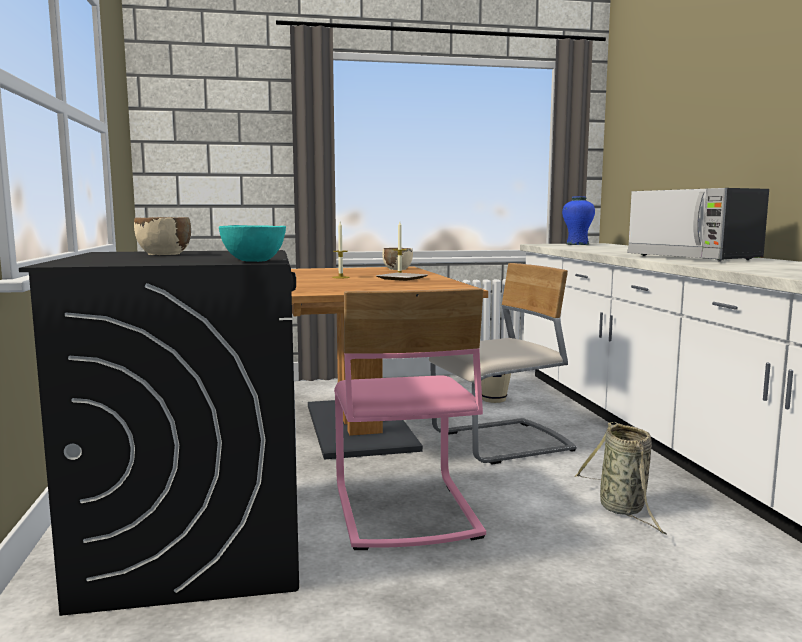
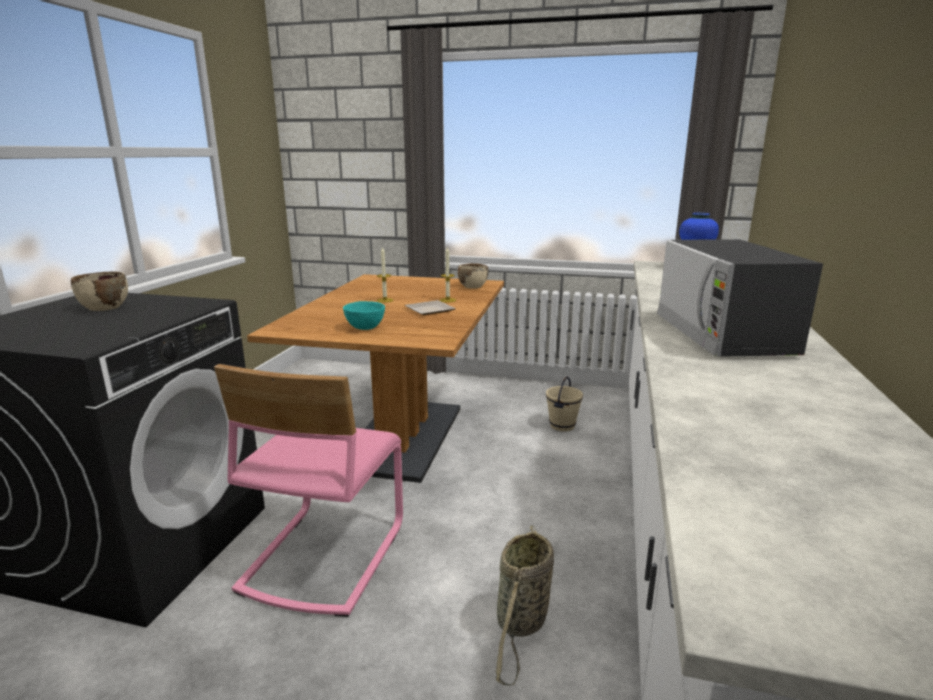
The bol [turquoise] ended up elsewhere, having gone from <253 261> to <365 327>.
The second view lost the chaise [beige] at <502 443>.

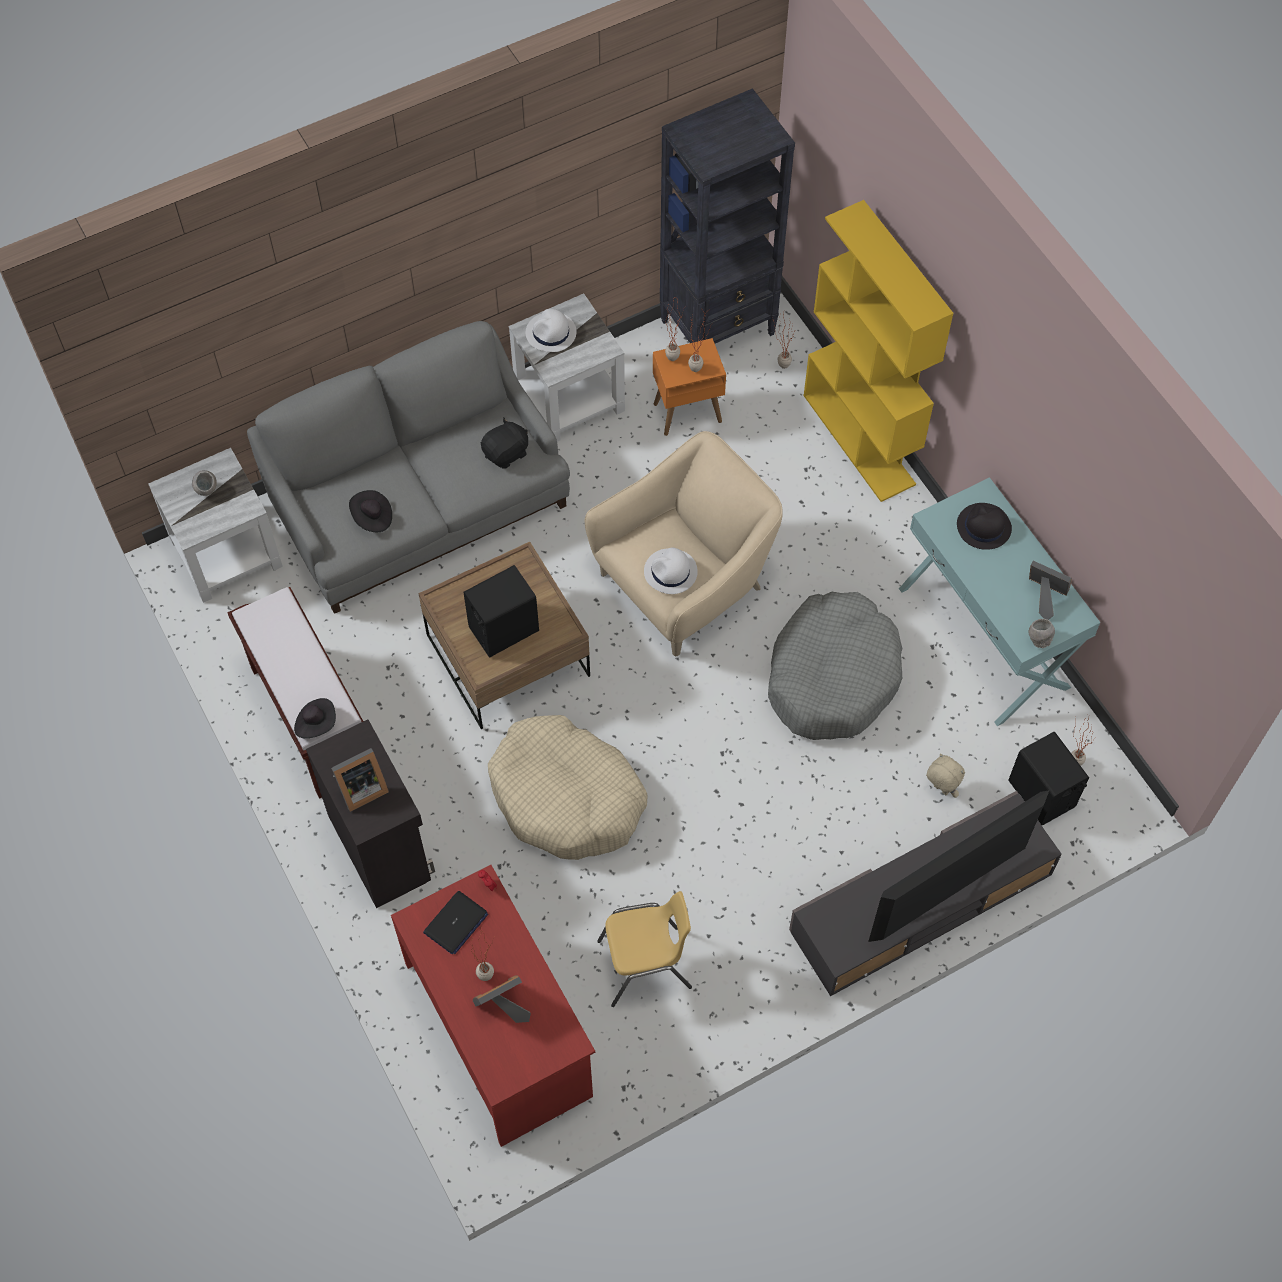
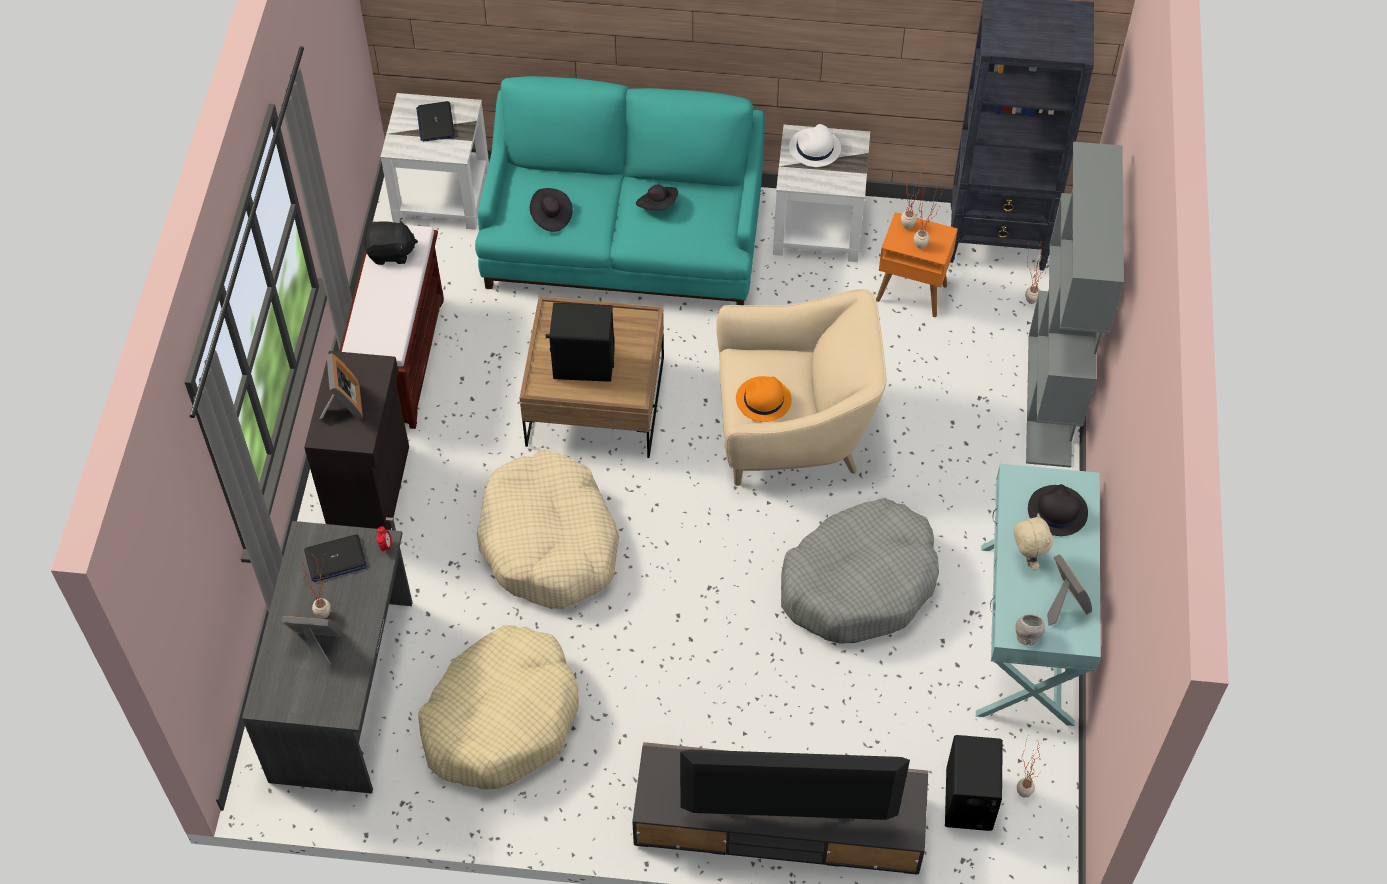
What was the bureau [rouge] at <500 1028> turned into the bureau [gris] at <345 690>.
The cadre photo at <360 789> ended up facing another way, 105 degrees counterclockwise from before.
The peluche [noir] ended up elsewhere, having gone from <506 453> to <391 253>.
Where the bol [gris] stood at <207 491>, the ordinateur portable came to stand at <435 122>.
Where the chaise [jaune] stood at <646 965>, the panier pour chien [beige] came to stand at <501 718>.
What was the canapé [gris] at <420 503> turned into the canapé [turquoise] at <624 241>.
The chapeau [noir] ended up elsewhere, having gone from <316 724> to <657 205>.
What was the chapeau [blanc] at <670 572> turned into the chapeau [orange] at <763 400>.
The peluche [beige] ended up elsewhere, having gone from <940 790> to <1026 559>.
What was the bibliothèque [jaune] at <860 440> turned into the bibliothèque [gris] at <1050 400>.

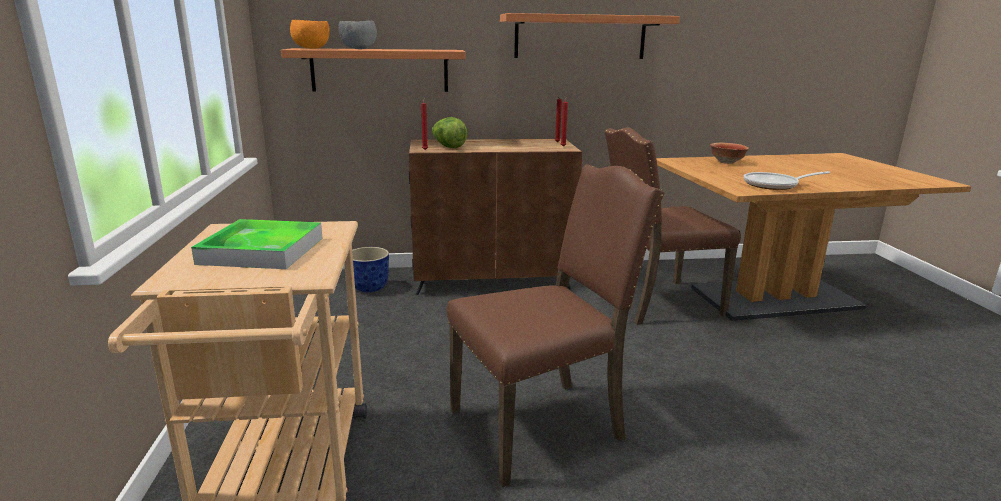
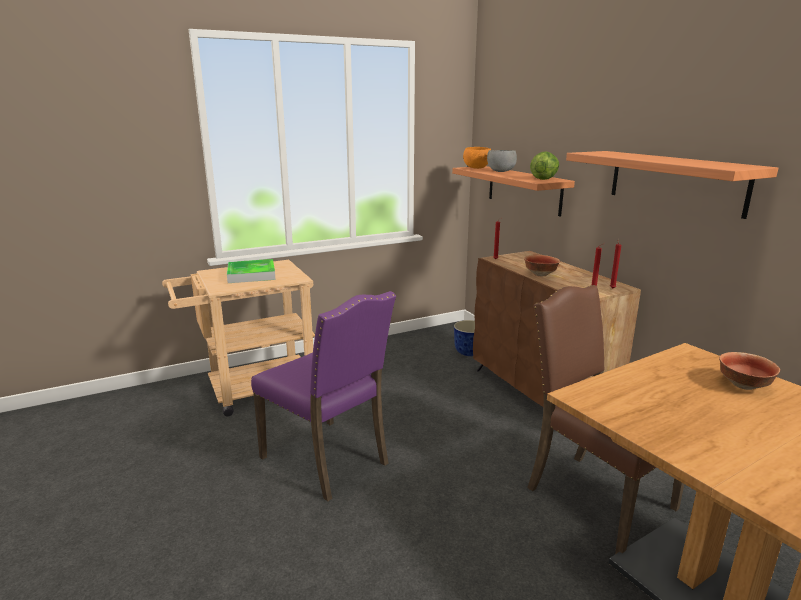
What was the chaise [marron] at <541 425> turned into the chaise [violet] at <328 460>.
The second view gained the bol at <540 274>.
The laitue ended up elsewhere, having gone from <448 147> to <544 179>.
The second view lost the poêle at <775 185>.

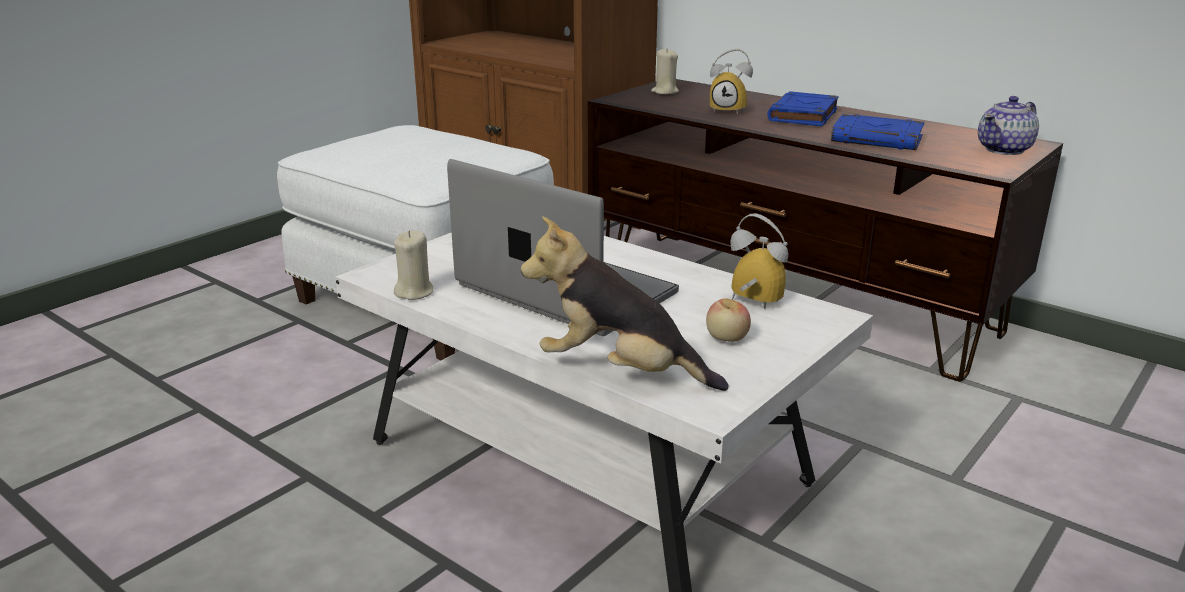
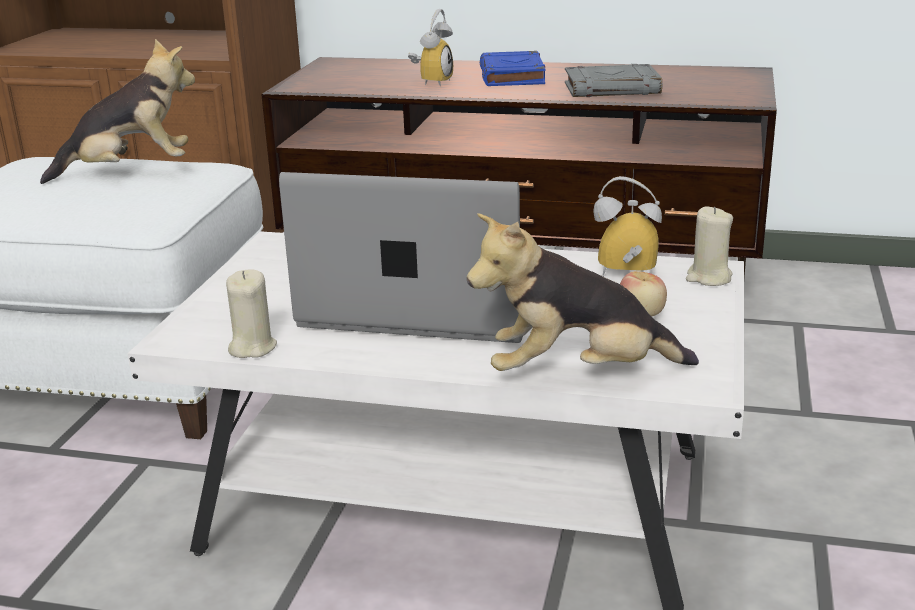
The second view gained the peluche at <130 171>.
The réveil at <729 110> ended up facing another way, 60 degrees counterclockwise from before.
What was the livre [bleu] at <878 139> turned into the livre [gris] at <613 89>.
The bougie [beige] ended up elsewhere, having gone from <665 92> to <708 278>.
The second view lost the théière at <1005 149>.

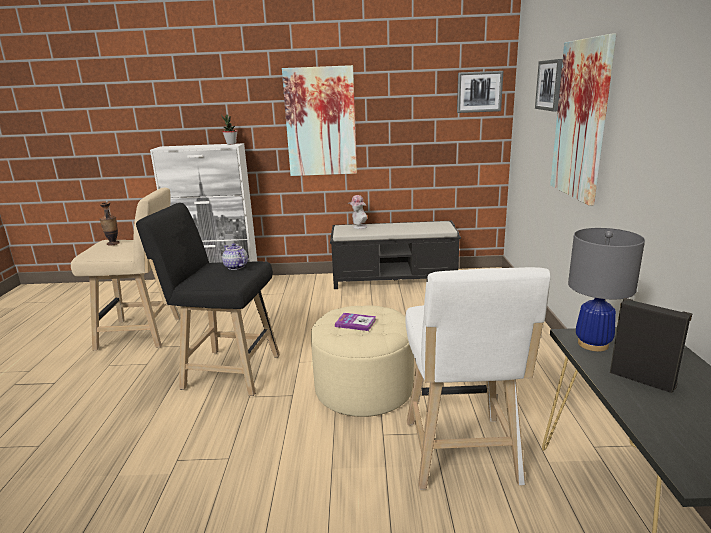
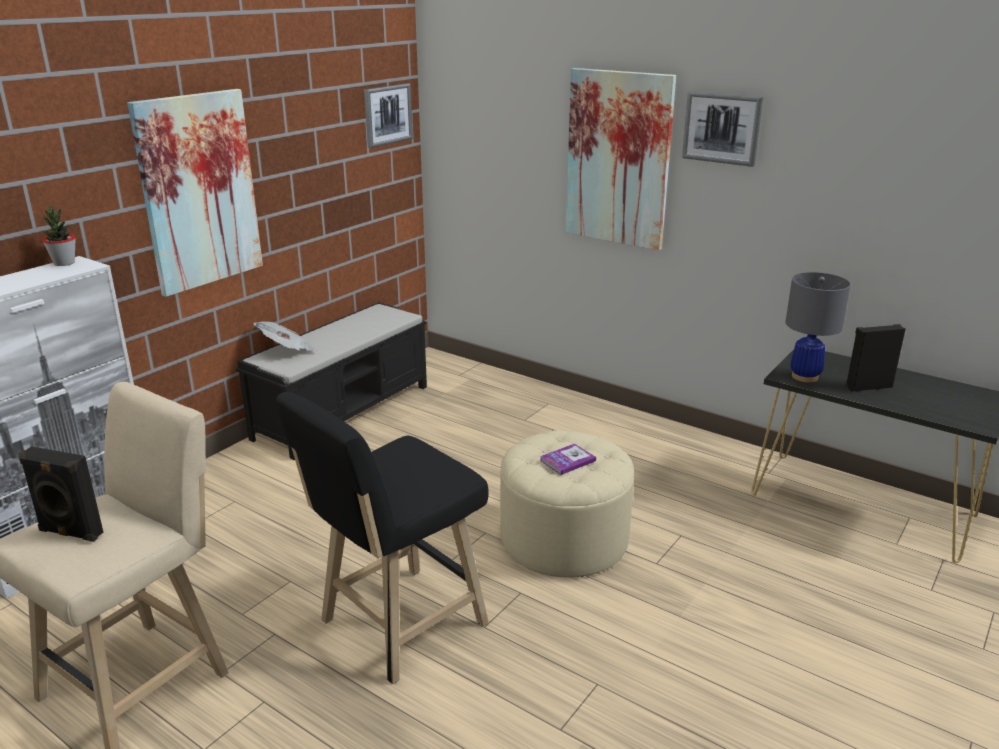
Where the vase stood at <113 243>, the enceinte [noir] came to stand at <70 533>.
Where the chapeau stood at <358 227>, the journal came to stand at <288 351>.
The tableau ended up elsewhere, having gone from <549 85> to <722 128>.
The second view lost the théière at <235 267>.
The second view lost the tabouret [blanc] at <462 456>.

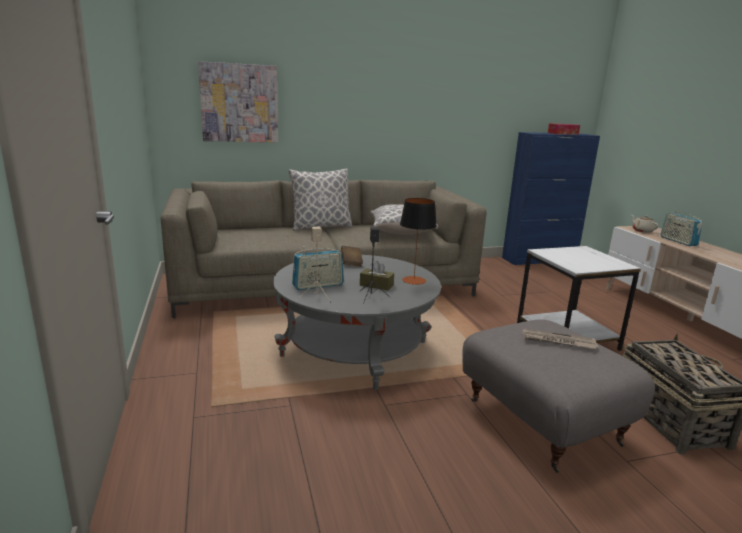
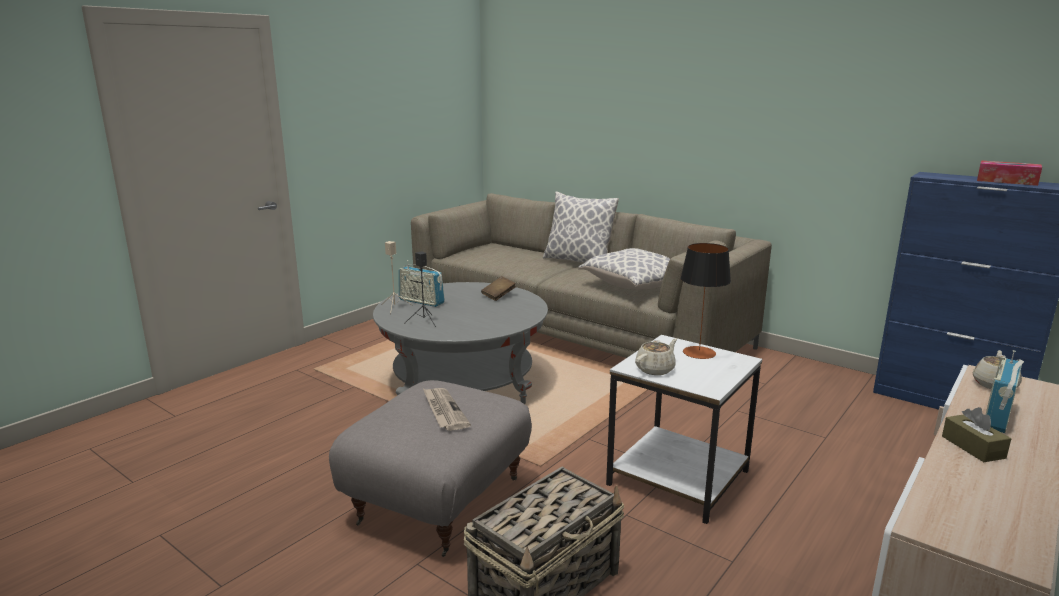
The second view gained the théière [beige] at <655 369>.
The lampe de table ended up elsewhere, having gone from <414 280> to <699 352>.
The boîte à mouchoirs [marron] ended up elsewhere, having gone from <376 285> to <973 447>.
The second view lost the tableau at <239 103>.

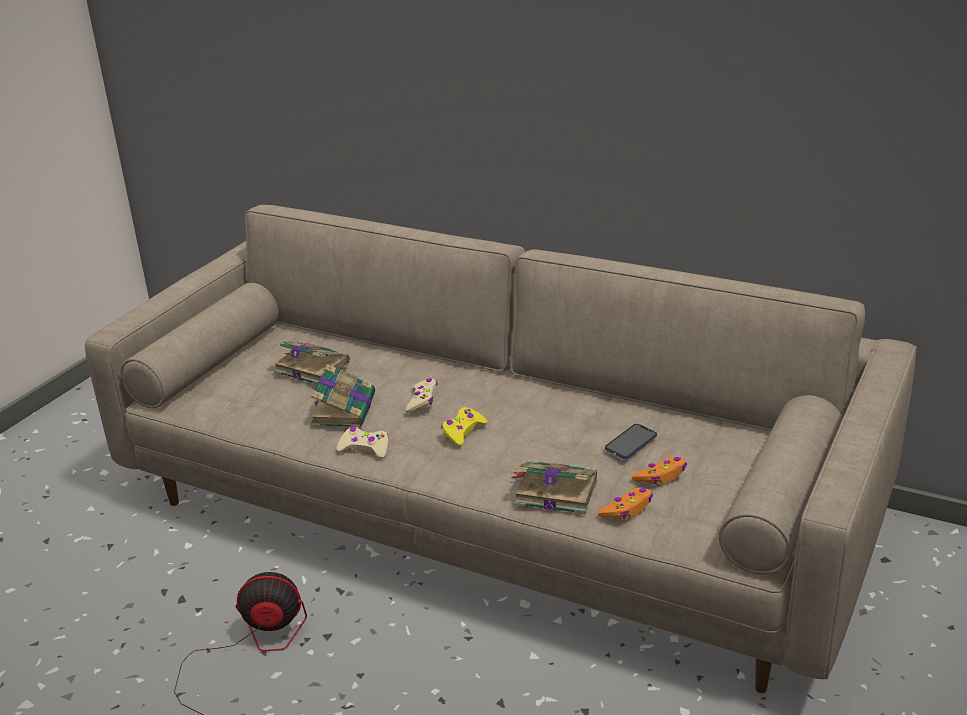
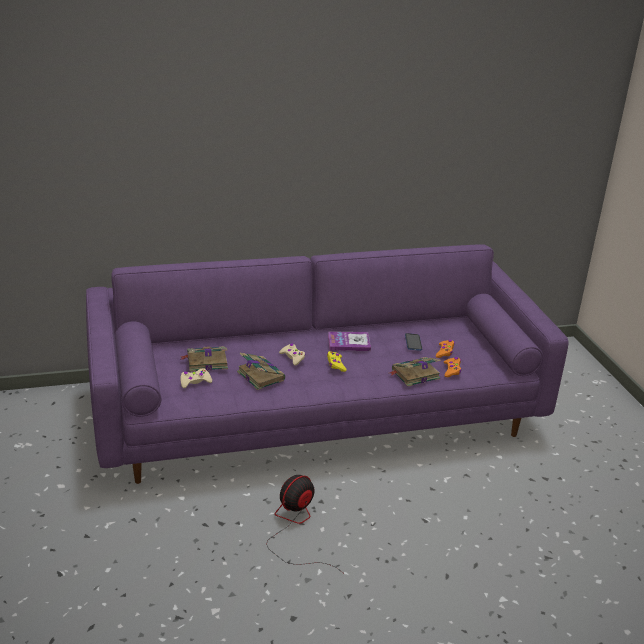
What was the canapé [beige] at <491 511> turned into the canapé [violet] at <316 413>.
The manette [beige] ended up elsewhere, having gone from <365 448> to <195 382>.
The second view gained the livre at <349 342>.

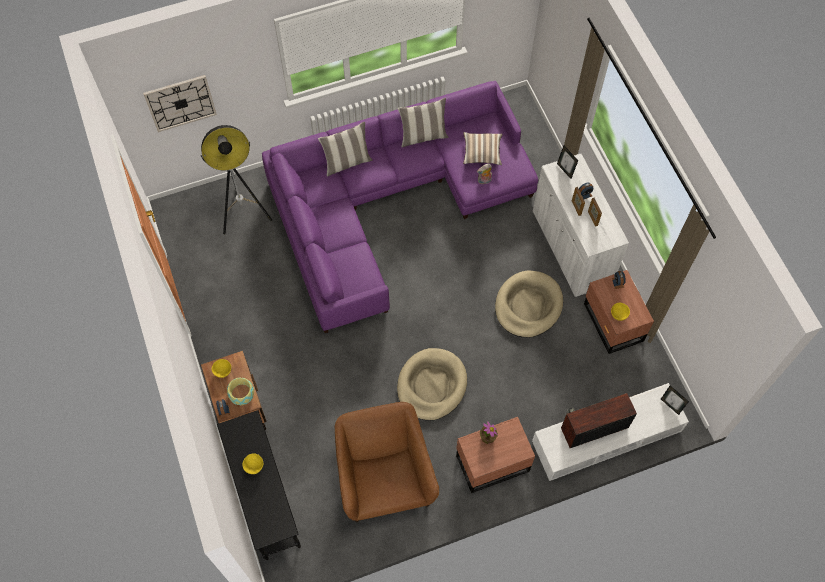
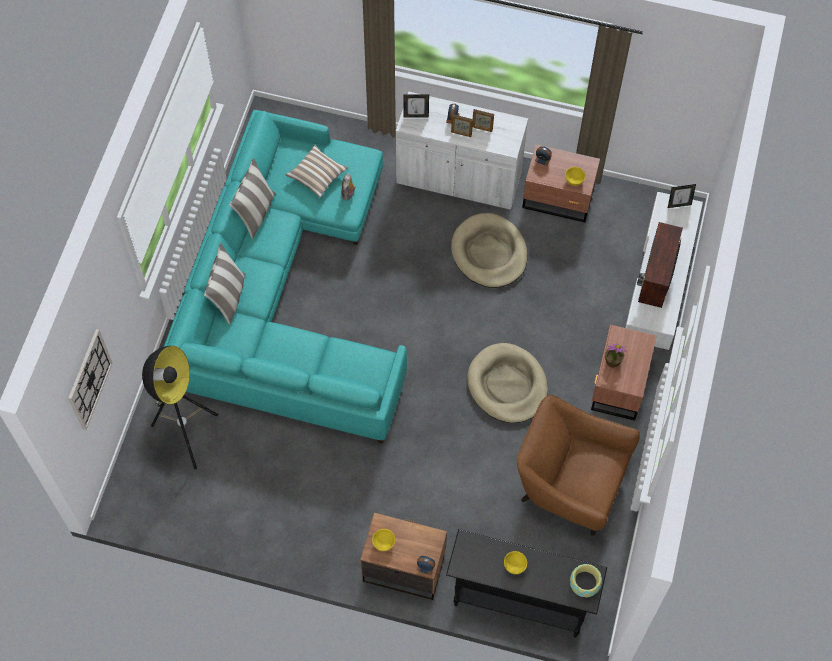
What was the canapé [violet] at <391 201> turned into the canapé [turquoise] at <285 294>.
The bol ended up elsewhere, having gone from <241 394> to <584 583>.

